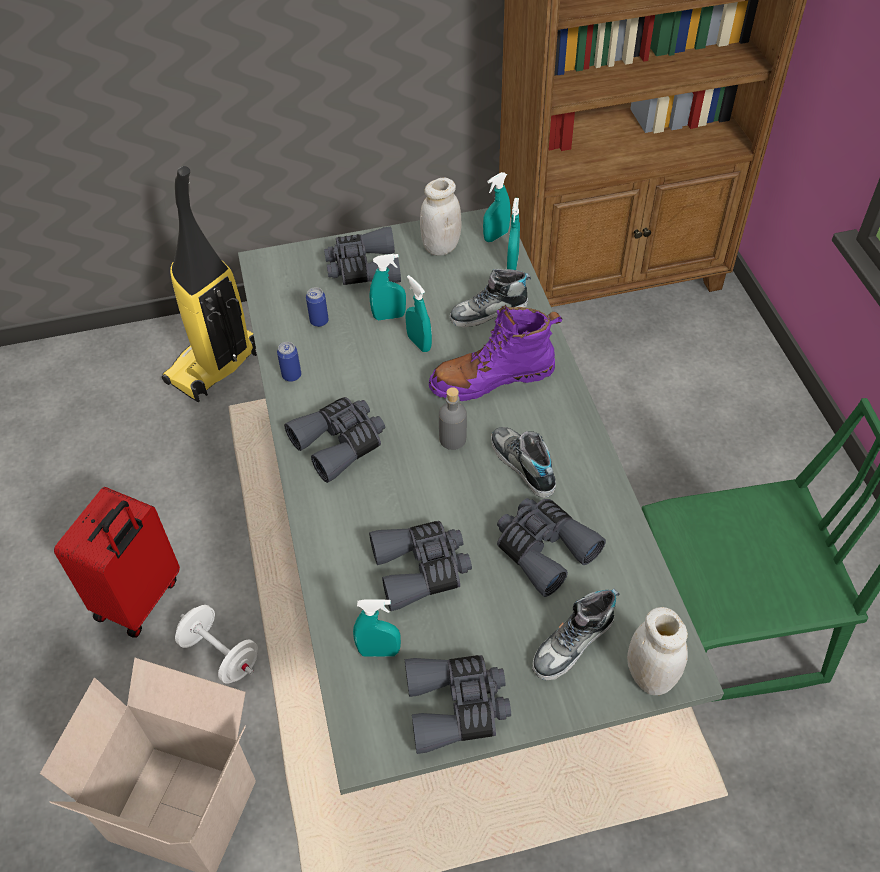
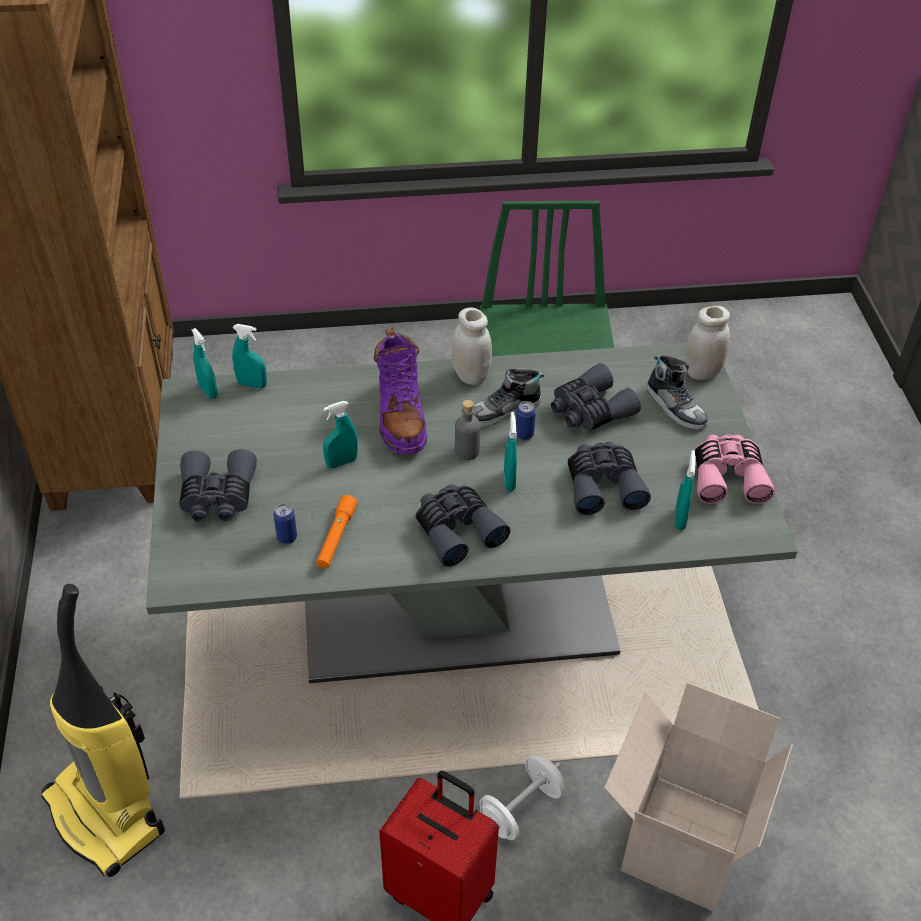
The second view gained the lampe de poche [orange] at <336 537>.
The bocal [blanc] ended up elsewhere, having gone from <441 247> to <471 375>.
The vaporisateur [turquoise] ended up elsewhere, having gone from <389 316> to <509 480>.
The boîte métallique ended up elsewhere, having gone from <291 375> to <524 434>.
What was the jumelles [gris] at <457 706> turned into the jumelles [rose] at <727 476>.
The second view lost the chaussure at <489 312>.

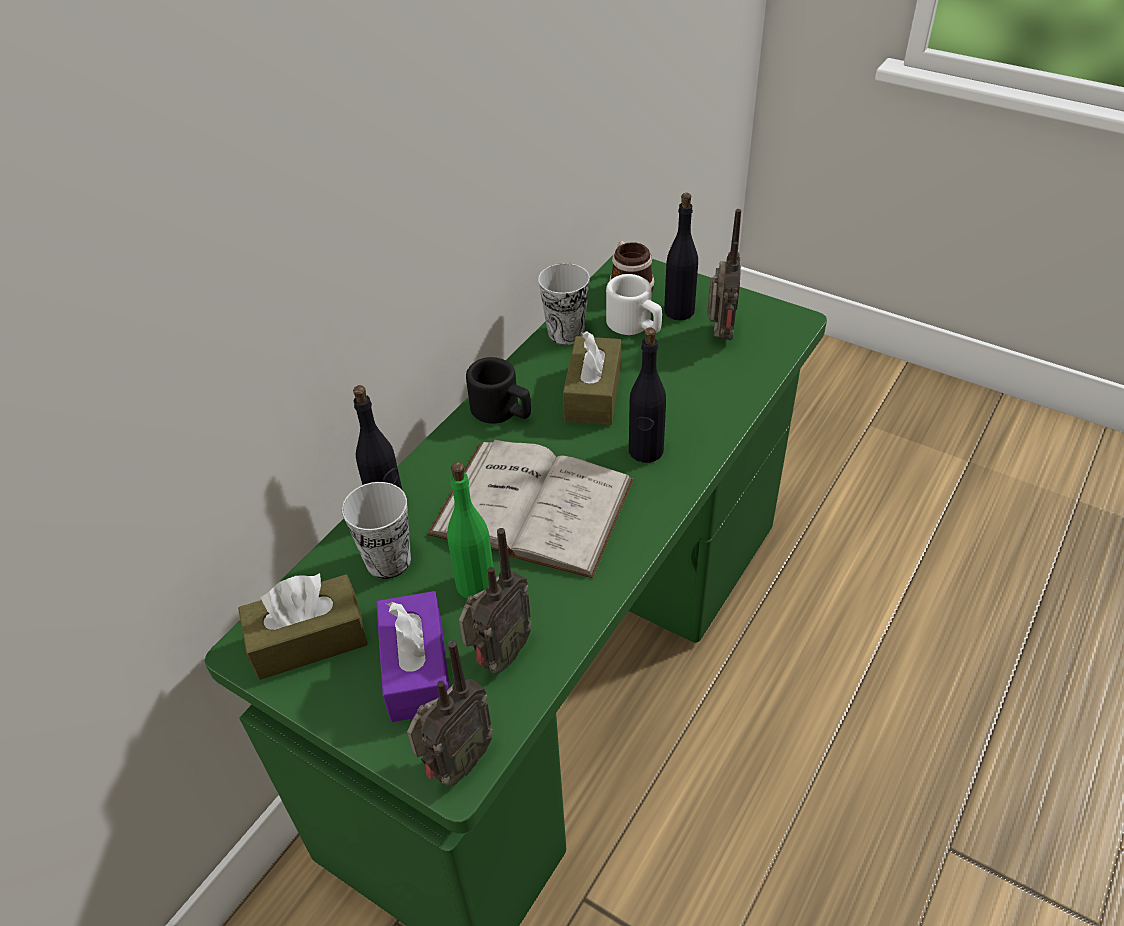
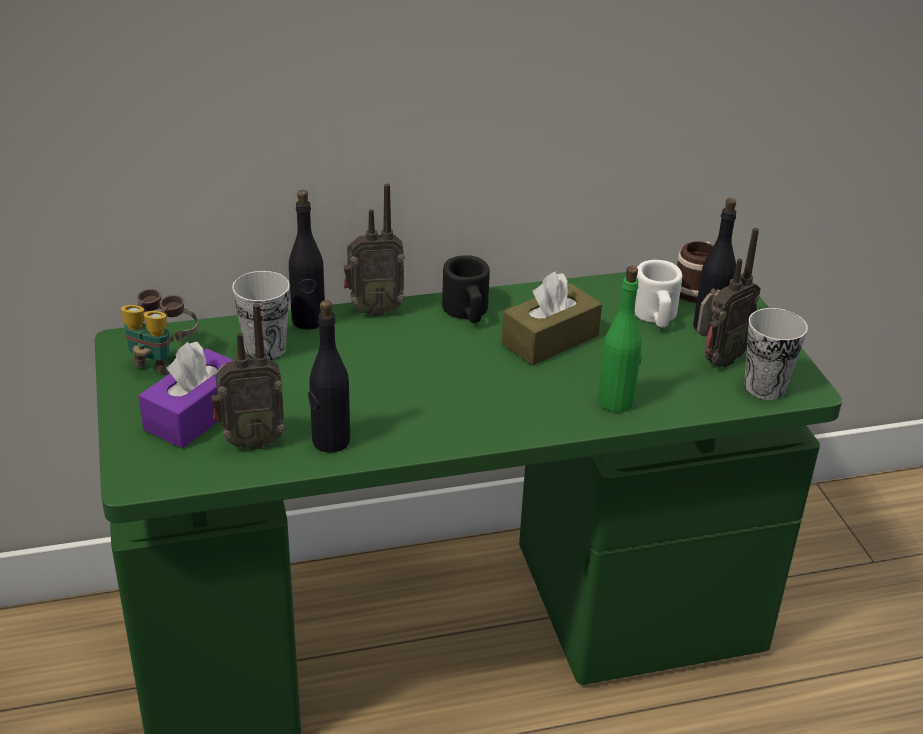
Where the boîte à mouchoirs [marron] stood at <309 640>, the jumelles came to stand at <162 359>.
The bouteille [noir] ended up elsewhere, having gone from <645 451> to <330 441>.
The radio ended up elsewhere, having gone from <455 764> to <373 310>.
The bouteille [vert] ended up elsewhere, having gone from <476 584> to <616 402>.
The tasse ended up elsewhere, having gone from <566 333> to <764 387>.
The second view lost the livre [blanc] at <532 507>.

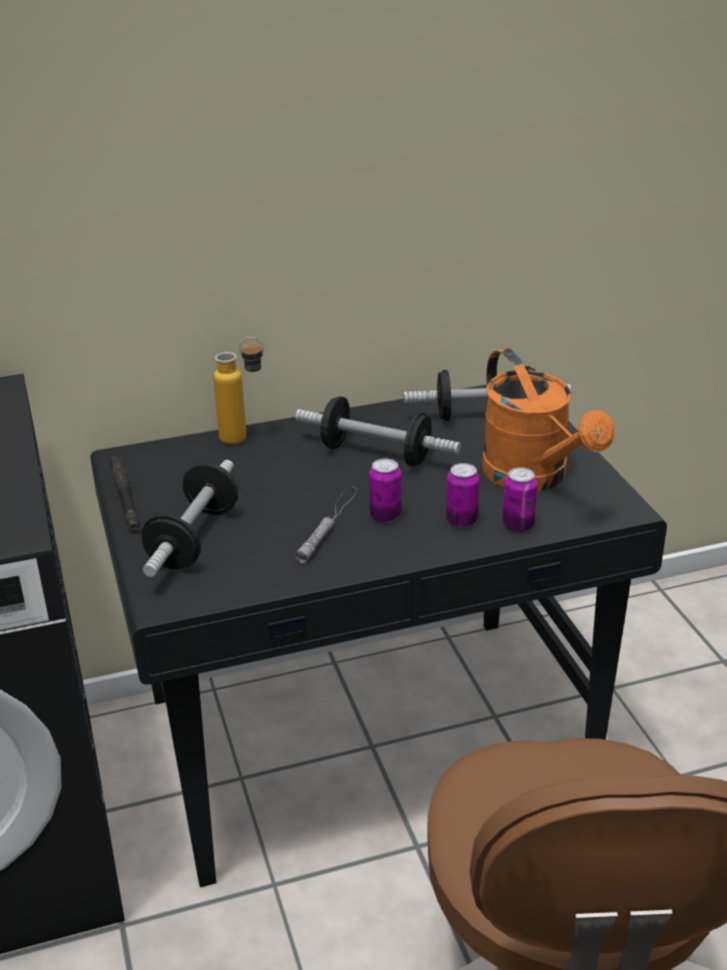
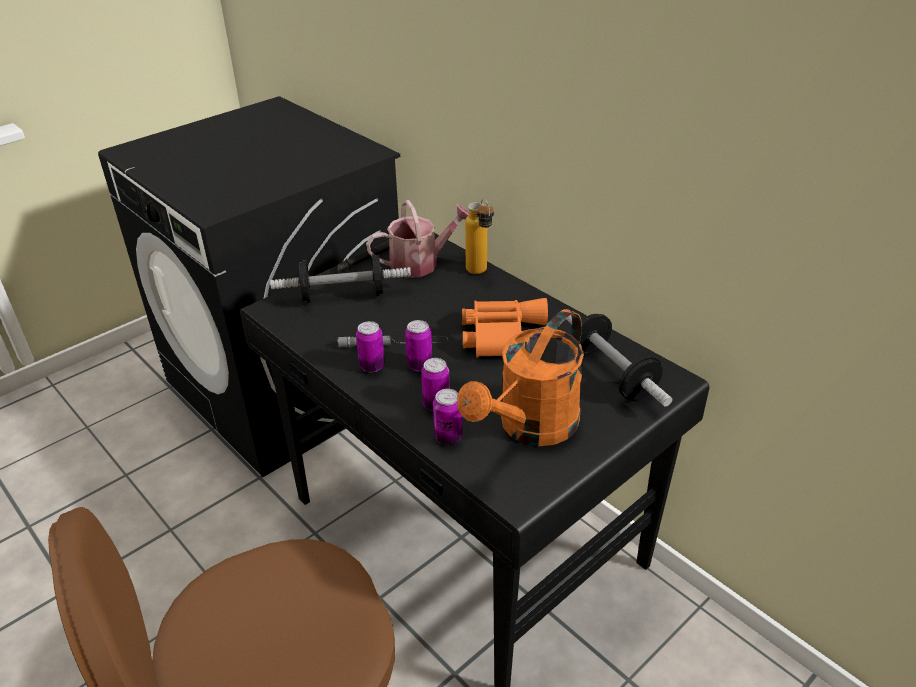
The second view gained the boîte métallique at <372 366>.
The second view gained the arrosoir at <420 263>.
Where the haltère stood at <376 454>, the jumelles [orange] came to stand at <504 336>.

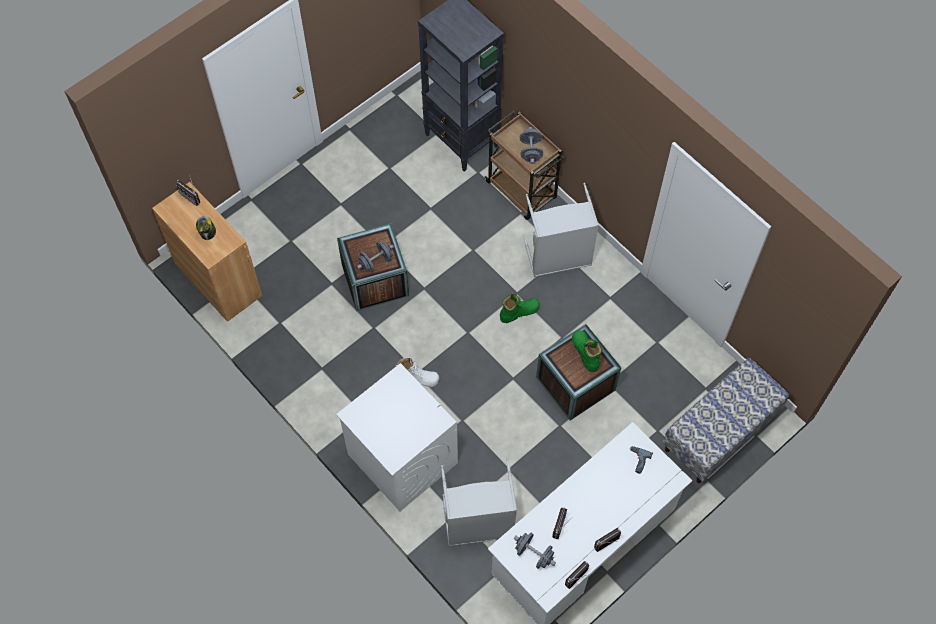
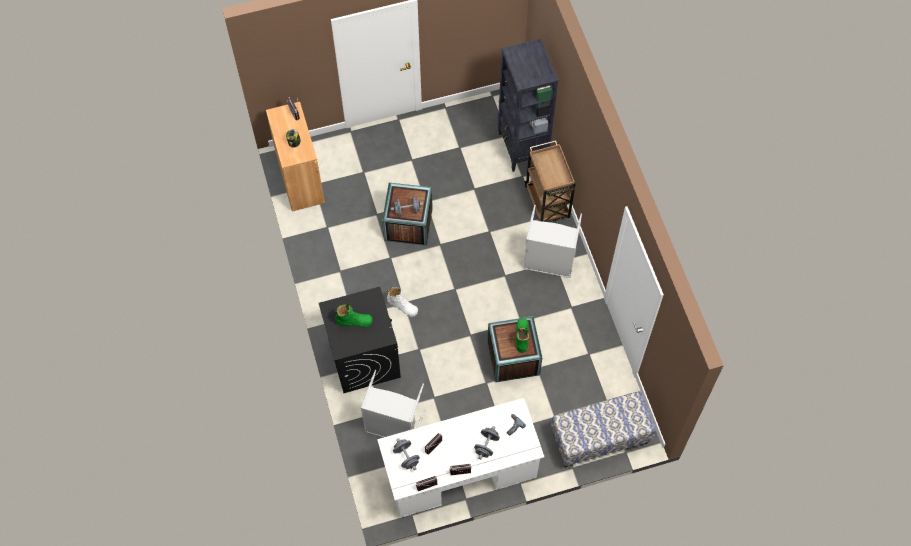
What was the lave-linge [blanc] at <401 458> turned into the lave-linge [noir] at <363 357>.
The botte [vert] ended up elsewhere, having gone from <519 312> to <354 321>.
The haltère [gris] ended up elsewhere, having gone from <530 151> to <486 445>.

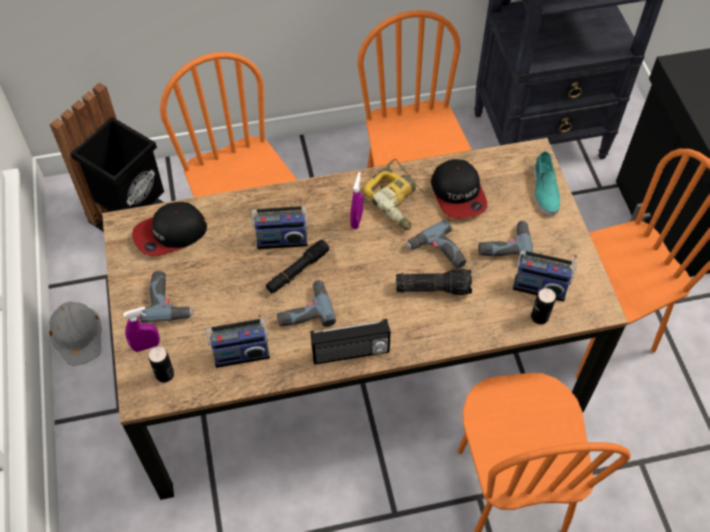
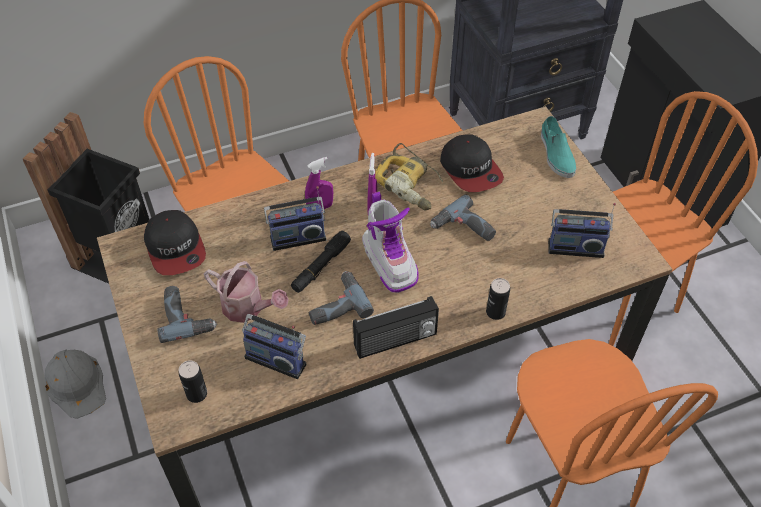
The casquette at <170 234> ended up facing another way, 75 degrees counterclockwise from before.
The second view gained the arrosoir at <248 308>.
The radio at <241 352> ended up facing another way, 45 degrees clockwise from before.
The vaporisateur [violet] ended up elsewhere, having gone from <146 346> to <320 208>.
The second view gained the botte at <390 261>.
The boîte métallique ended up elsewhere, having gone from <539 317> to <495 312>.
The second view lost the lampe de poche at <433 287>.
The second view lost the perceuse at <504 244>.

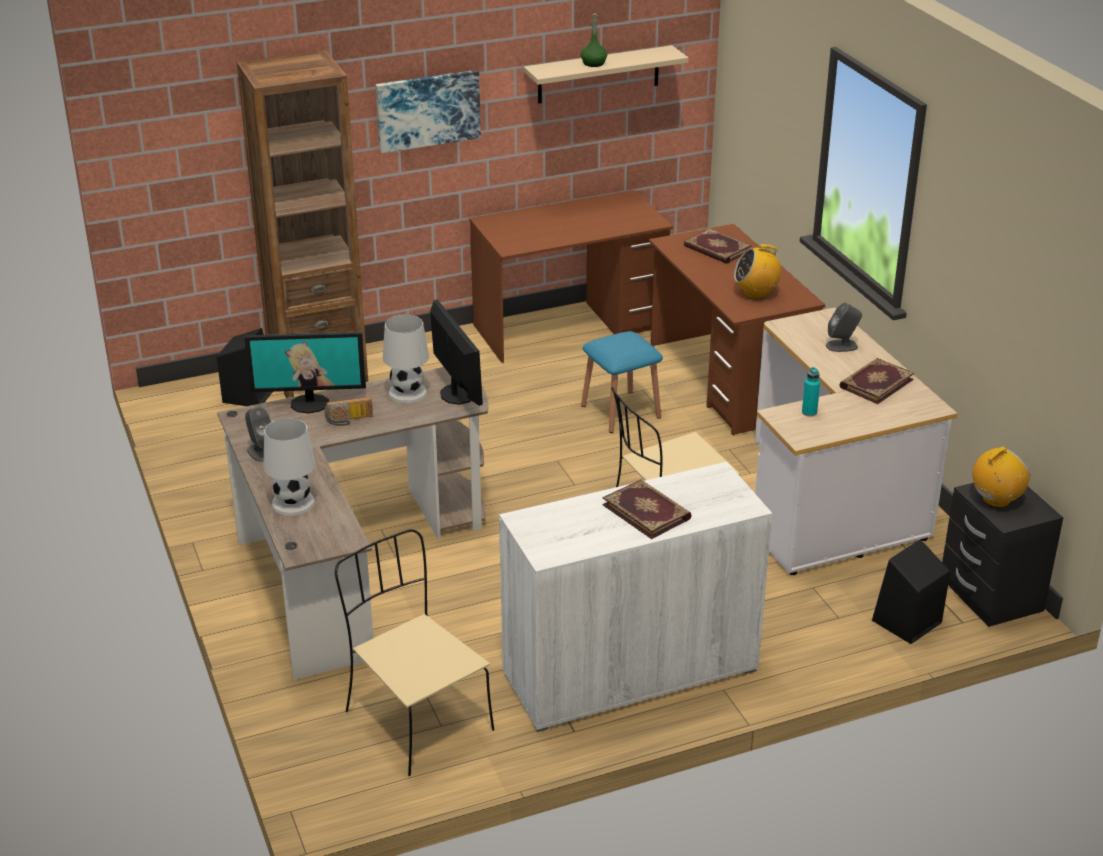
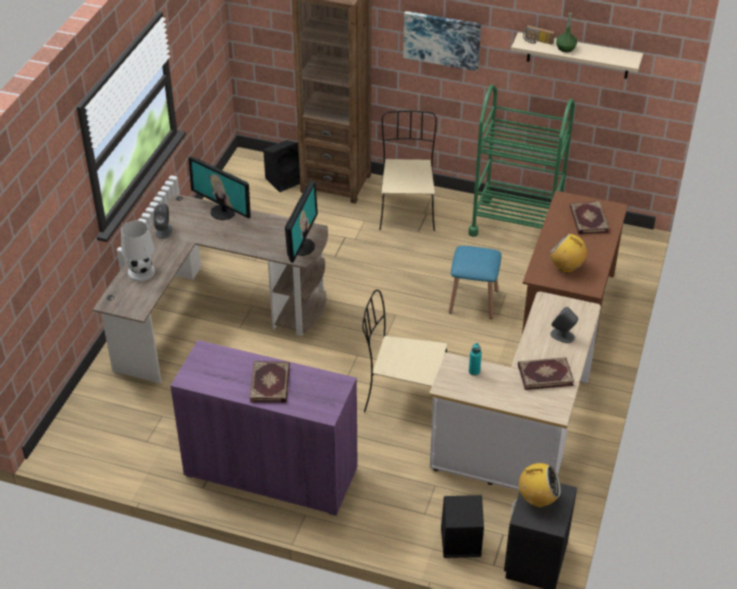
What was the meuble de rangement [blanc] at <630 672> turned into the meuble de rangement [violet] at <271 472>.
The chaise [beige] ended up elsewhere, having gone from <416 719> to <406 209>.
Where the bureau [marron] stood at <569 328>, the chariot [vert] came to stand at <516 224>.
The radio ended up elsewhere, having gone from <349 420> to <537 41>.
The second view lost the lampe de table [blanc] at <407 392>.

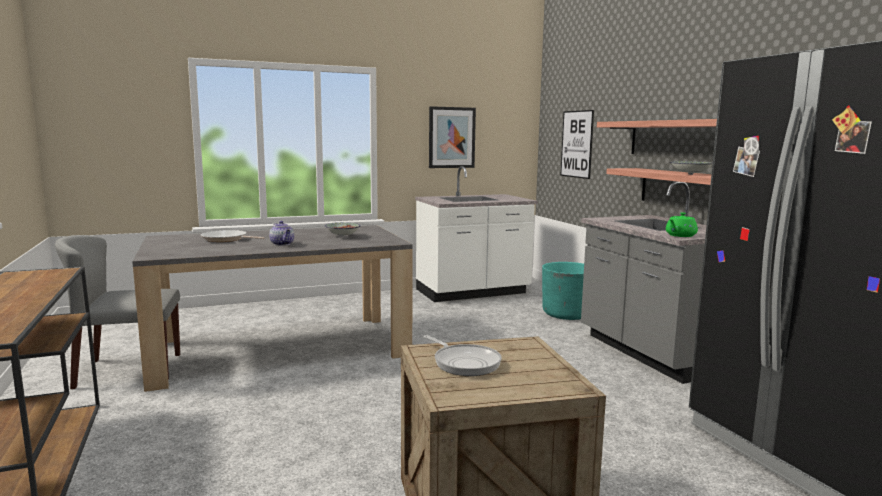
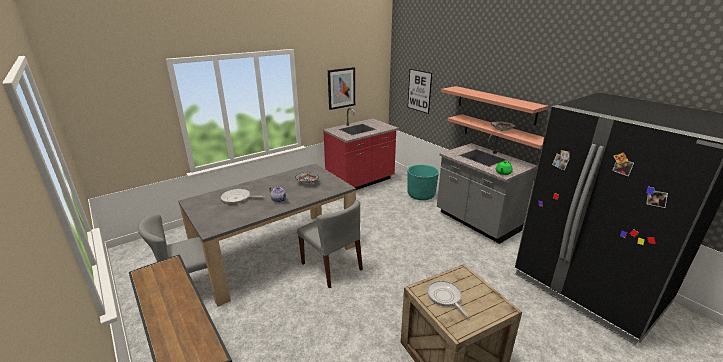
The second view gained the chaise [gris] at <332 266>.
What was the comptoir de cuisine [blanc] at <473 292> turned into the comptoir de cuisine [rouge] at <361 182>.
The poêle at <464 363> ended up facing another way, 150 degrees counterclockwise from before.

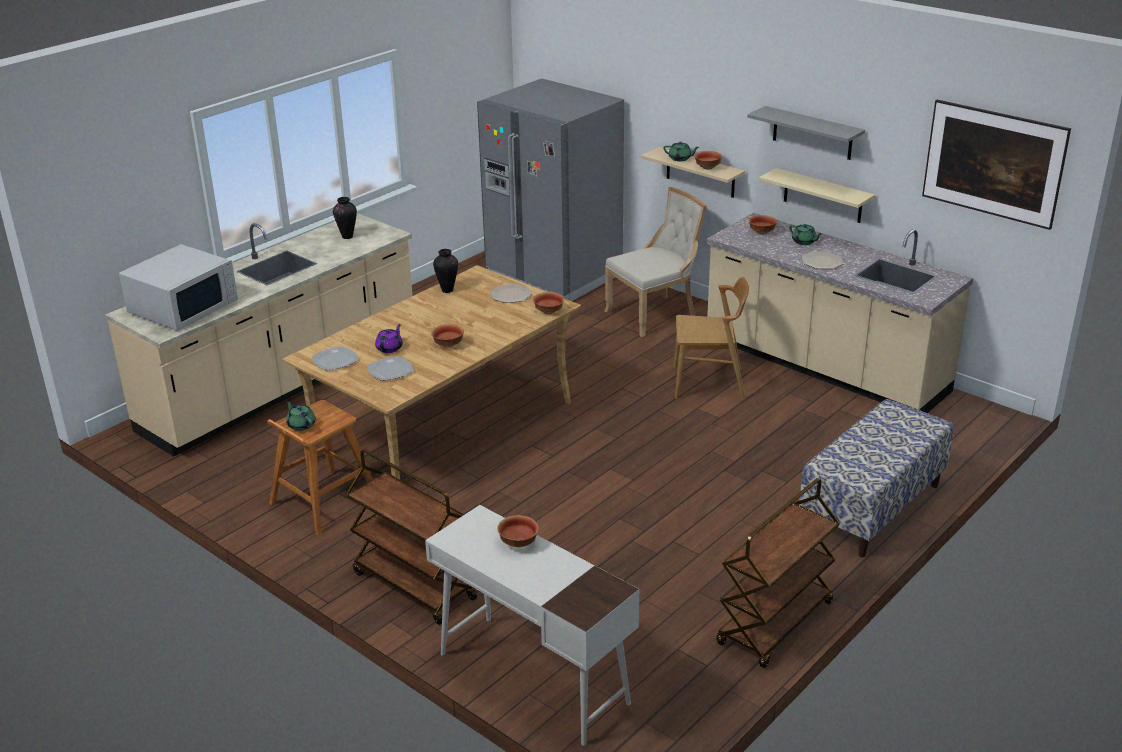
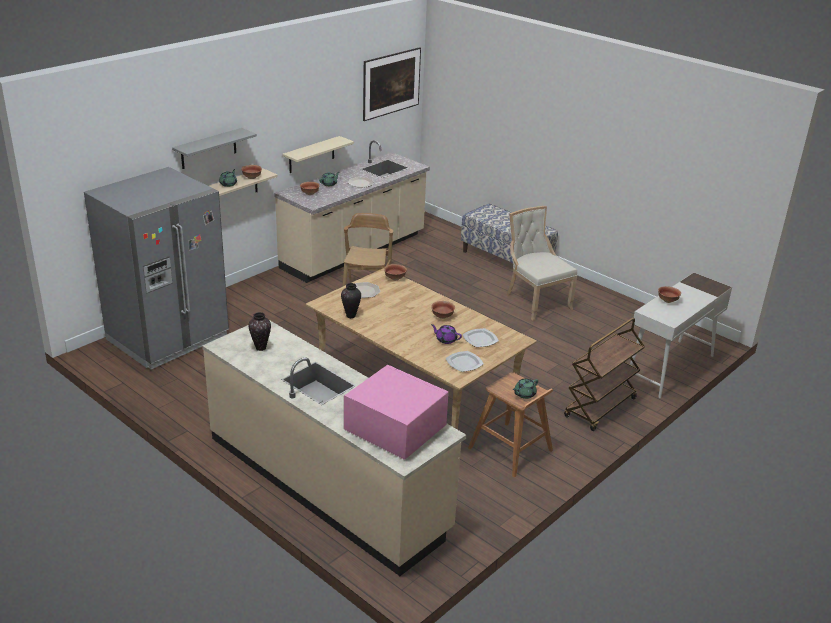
The étagère [gris] ended up elsewhere, having gone from <812 133> to <208 149>.
What was the micro-ondes [blanc] at <184 307> turned into the micro-ondes [rose] at <394 428>.
The chaise [beige] ended up elsewhere, having gone from <655 314> to <535 301>.
The second view lost the chariot [marron] at <775 624>.

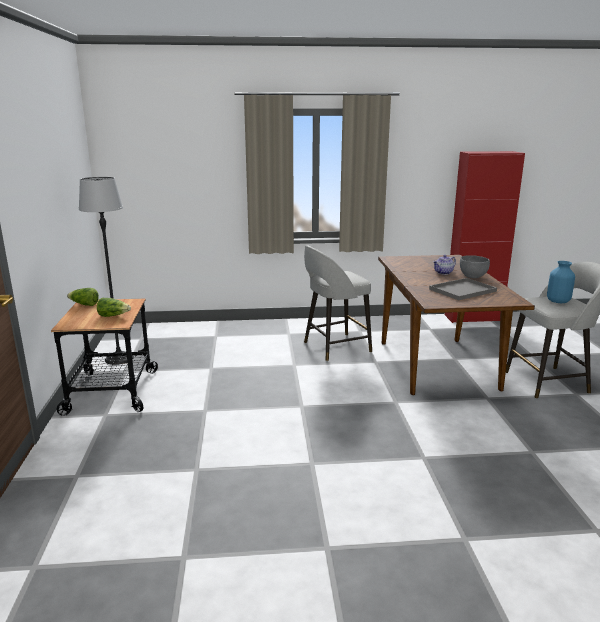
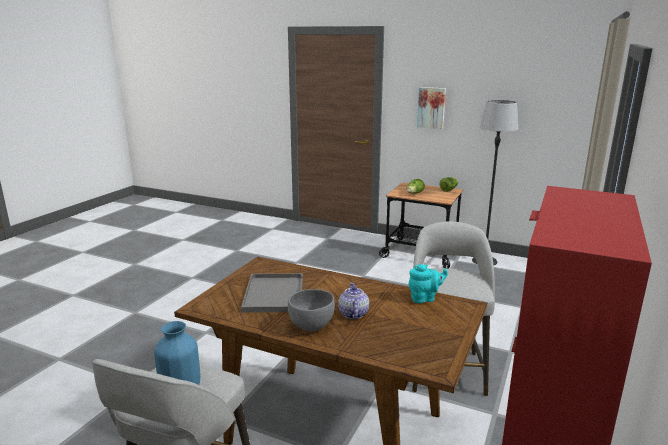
The second view gained the théière [turquoise] at <424 298>.
The second view gained the tableau at <431 107>.

